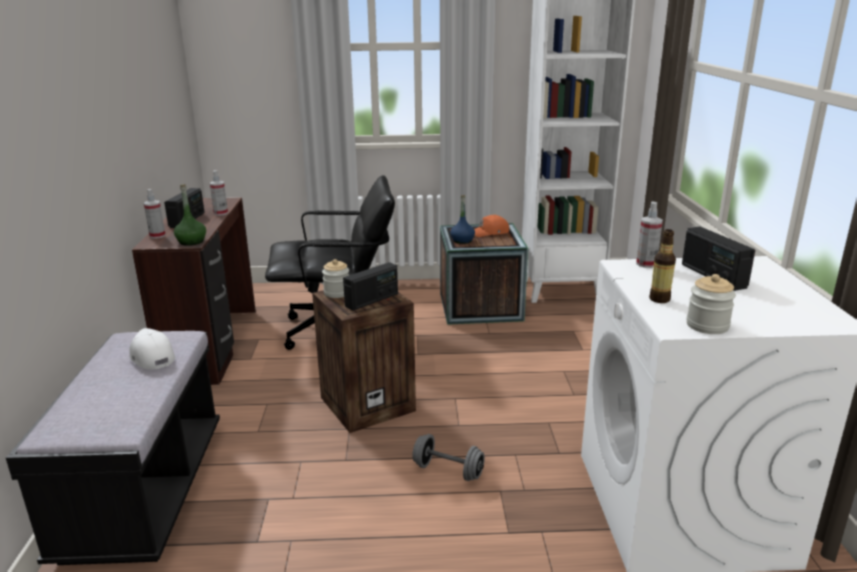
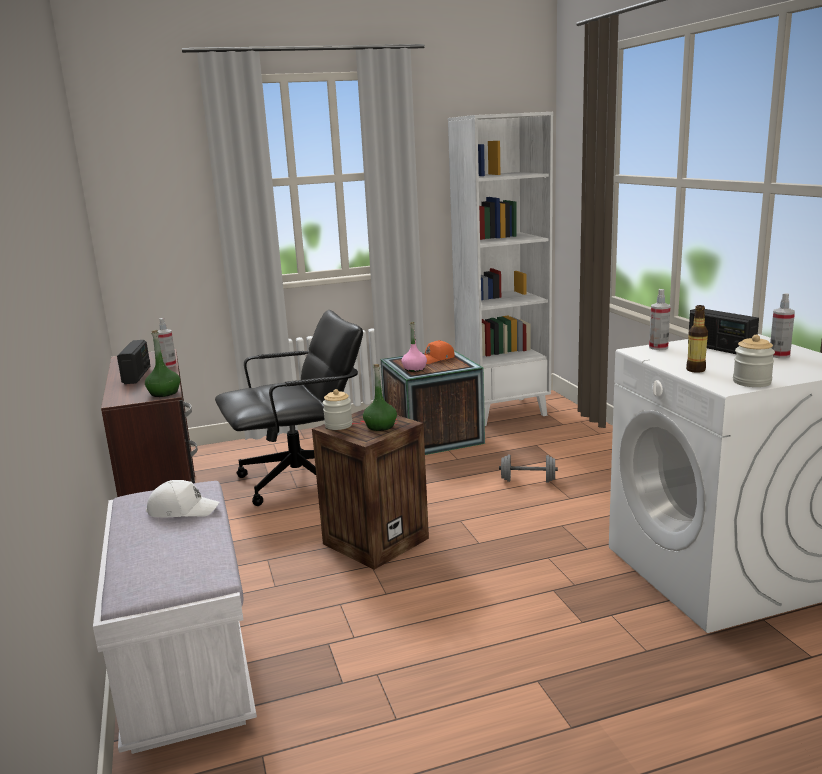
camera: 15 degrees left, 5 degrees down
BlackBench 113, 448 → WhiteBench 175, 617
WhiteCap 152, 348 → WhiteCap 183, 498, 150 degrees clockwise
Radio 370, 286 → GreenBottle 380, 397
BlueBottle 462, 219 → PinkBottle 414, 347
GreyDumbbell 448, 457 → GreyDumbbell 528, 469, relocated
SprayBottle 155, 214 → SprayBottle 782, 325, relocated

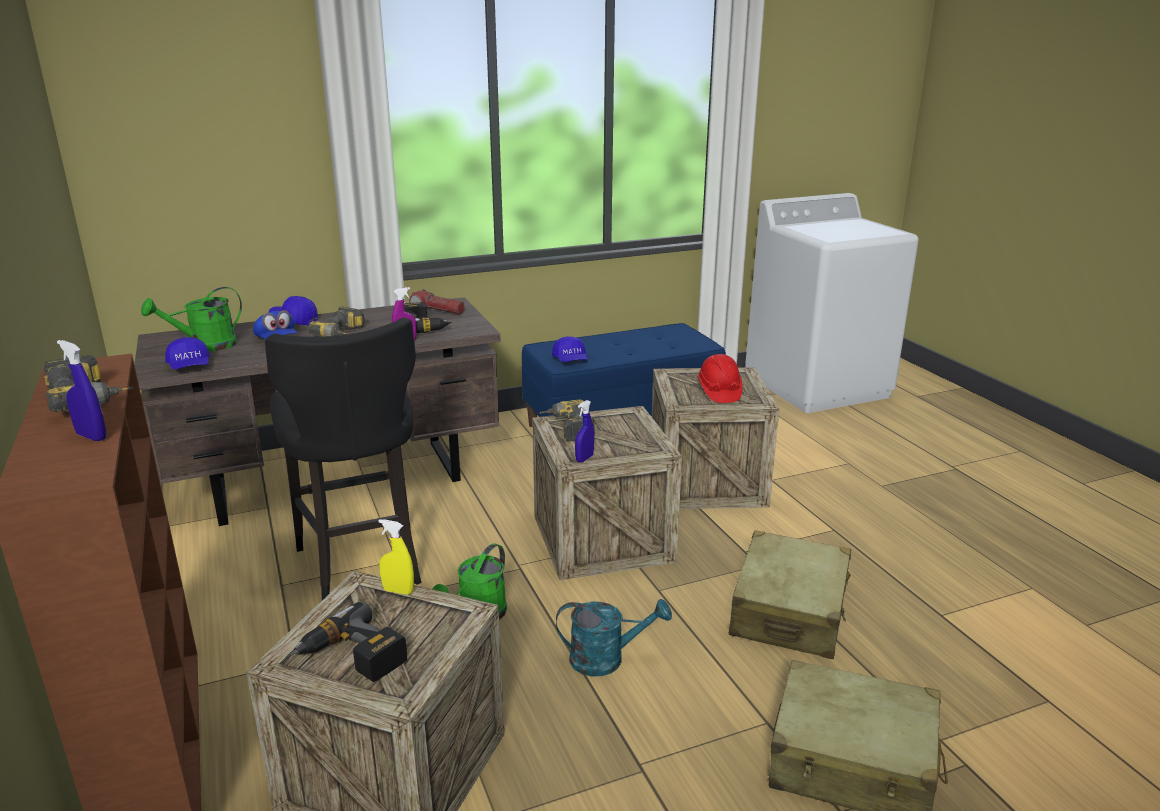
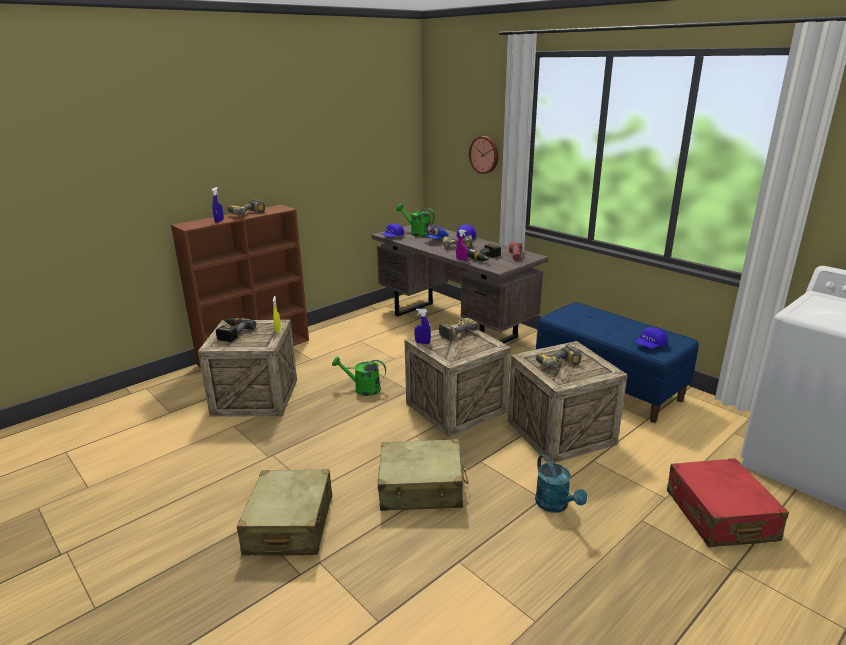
camera: 70 degrees right, 0 degrees up
- → WallClock 484, 155
TurquoiseWateringCan 614, 637 → TurquoiseWateringCan 561, 483, relocated
RedHardHat 719, 378 → PowerDrill 558, 357
BlueCap 569, 349 → BlueCap 650, 337, relocated
- → RedSuitcase 728, 502
BlackStool 343, 459 → -

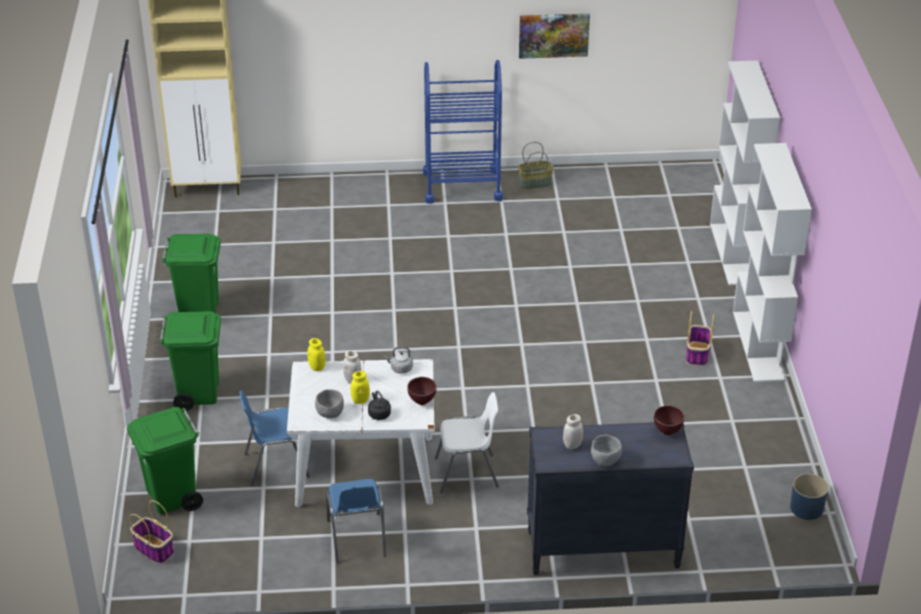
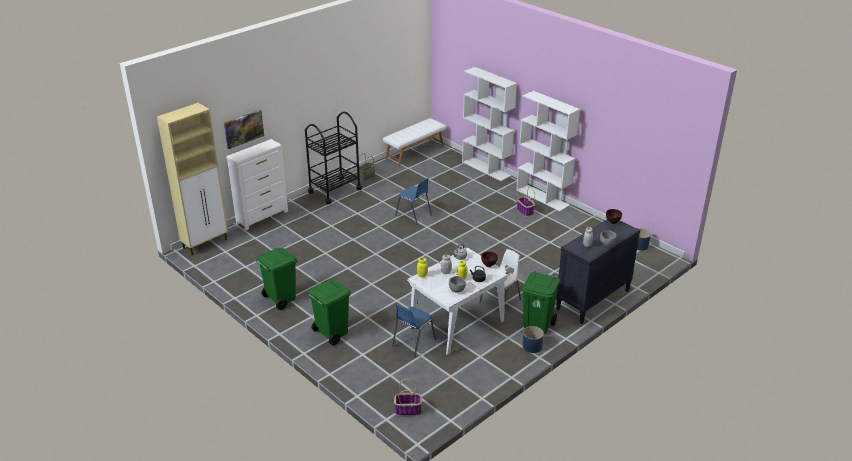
camera: 40 degrees left, 5 degrees down
Picture 554, 36 → Picture 244, 129, relocated
- → WhiteDresser 257, 184
BlueCart 463, 132 → BlackCart 333, 158
- → WhiteBench 414, 142
BlueChair 356, 521 → BlueChair 413, 201, relocated
GreenTrashCan 165, 460 → GreenTrashCan 541, 302, relocated
- → BluePlanter 533, 339

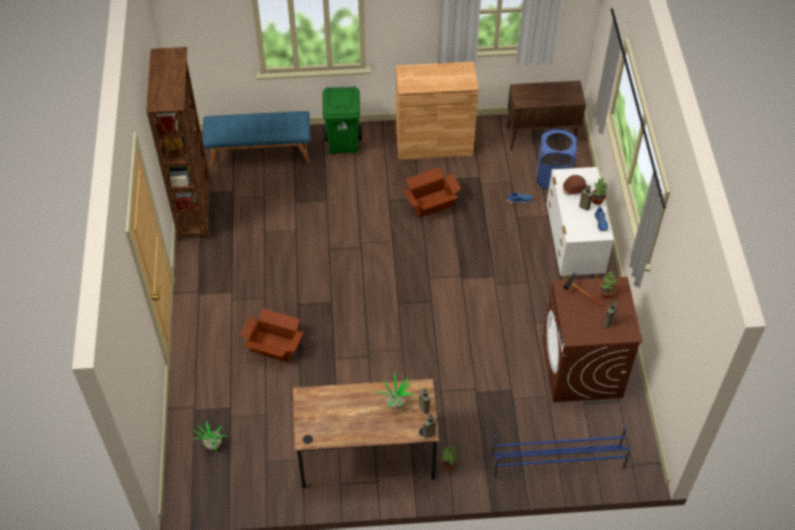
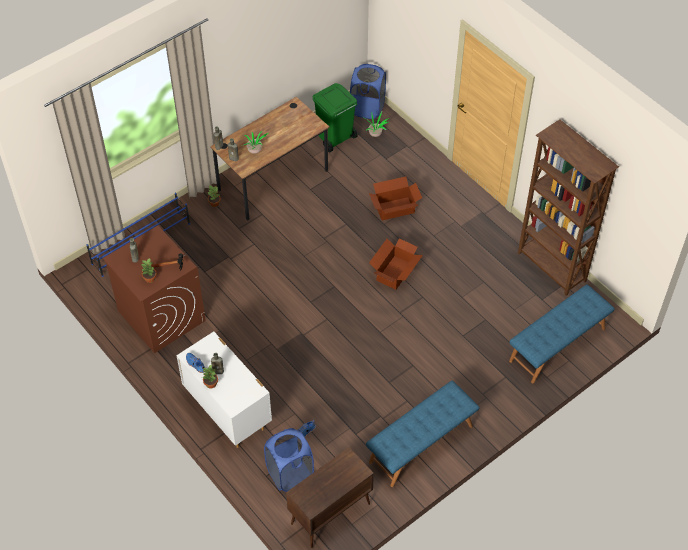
camera: 145 degrees right, 0 degrees up
GreenTrashCan 342, 120 → GreenTrashCan 335, 117, relocated
- → BlueLaundryBasket 368, 91
BrownCabinet 437, 110 → BlueBench 422, 434
CardboardBox 432, 192 → CardboardBox 396, 264, relocated
BrownHardHat 575, 185 → -

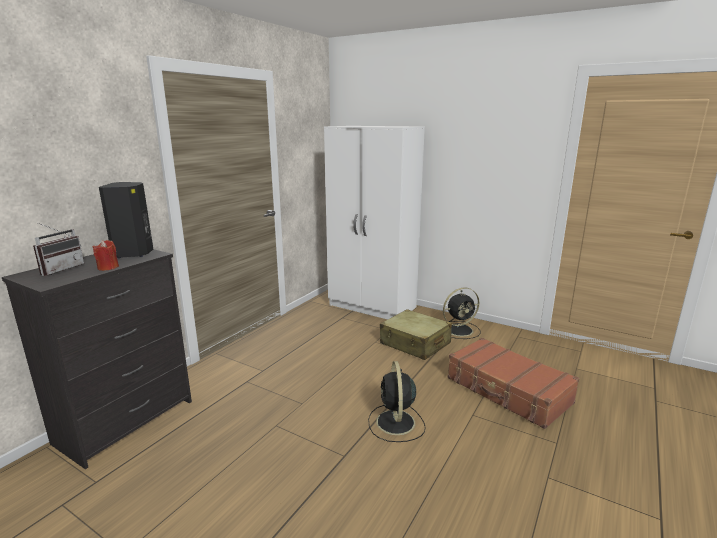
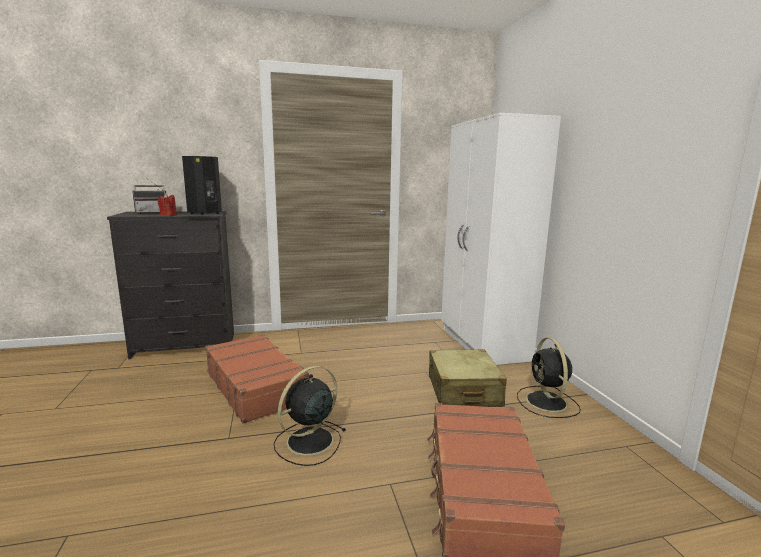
camera: 45 degrees right, 5 degrees down
- → BrownSuitcase 257, 379
BlackFan 462, 313 → BlackFan 549, 378, 60 degrees clockwise

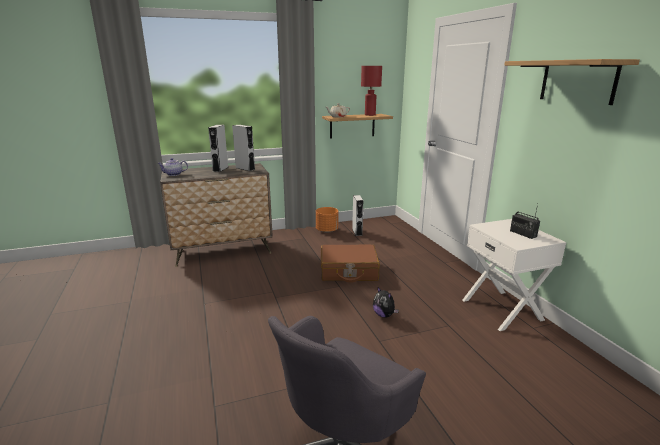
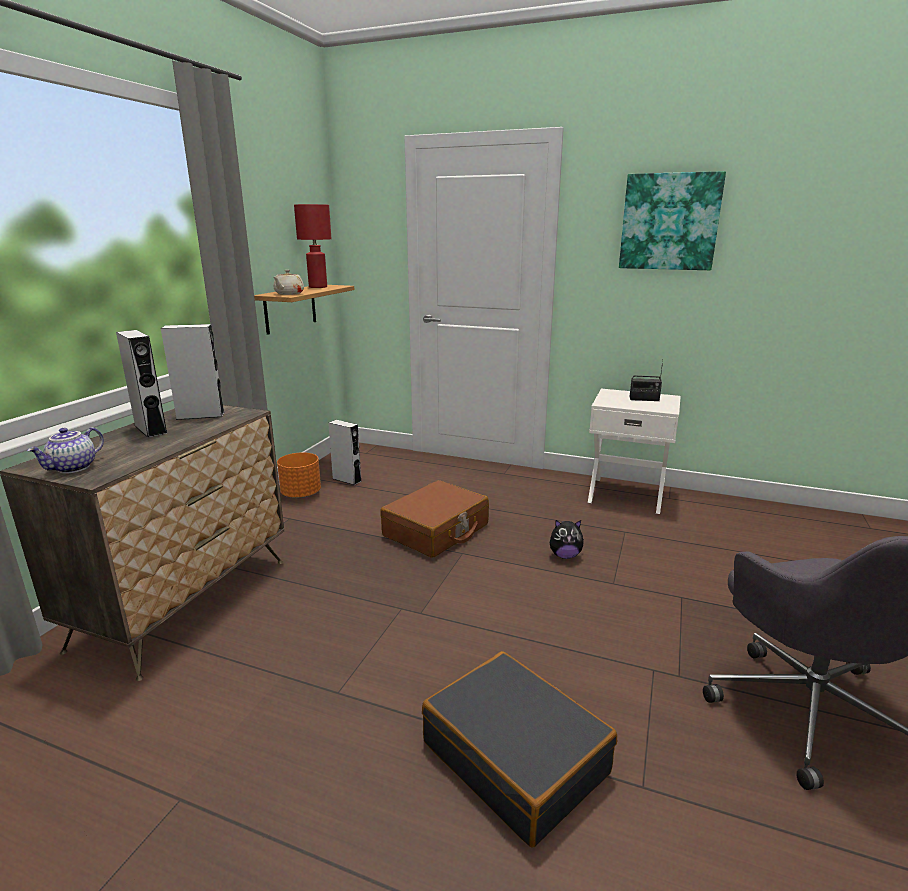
camera: 50 degrees left, 0 degrees up
- → BlackSuitcase 519, 749
Shelf 572, 82 → Picture 672, 220

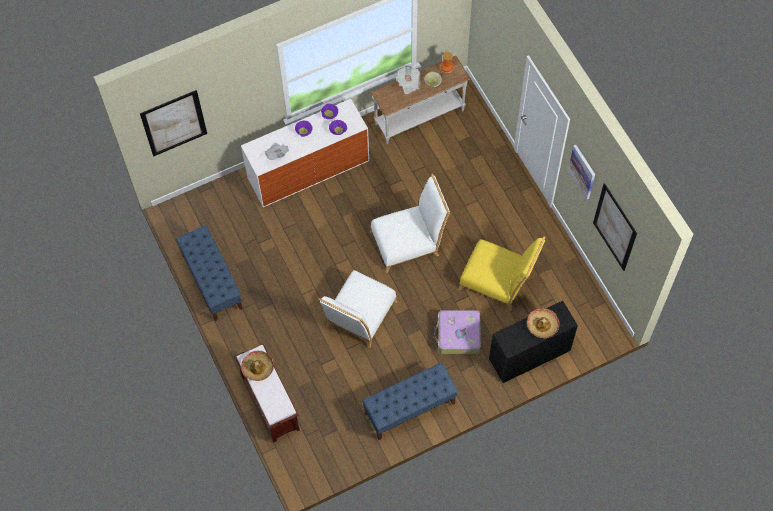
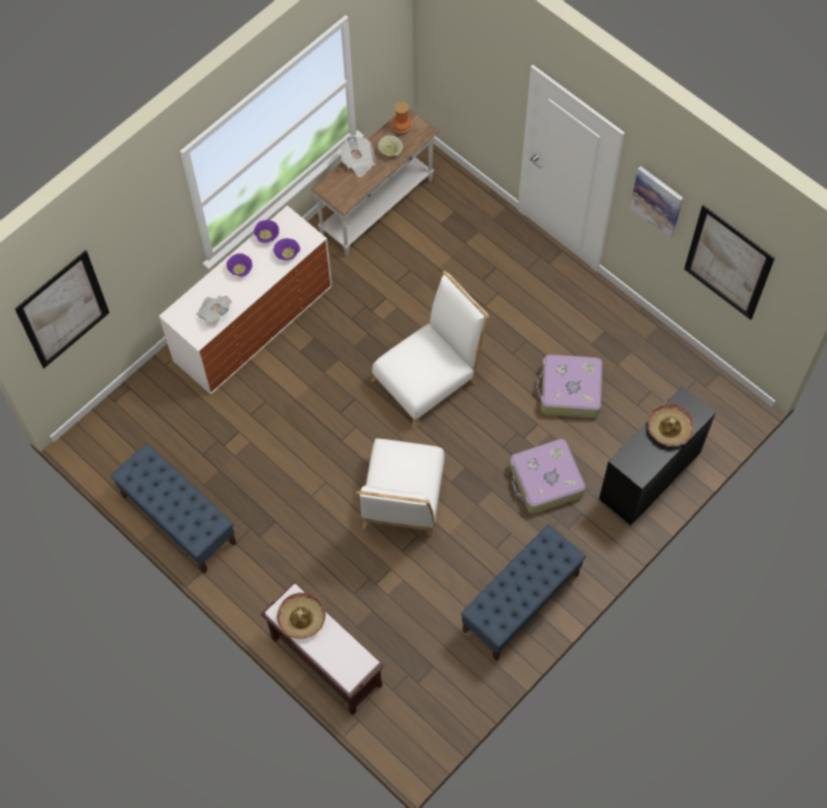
camera: 20 degrees left, 0 degrees up
YellowChair 501, 273 → Suitcase 568, 386

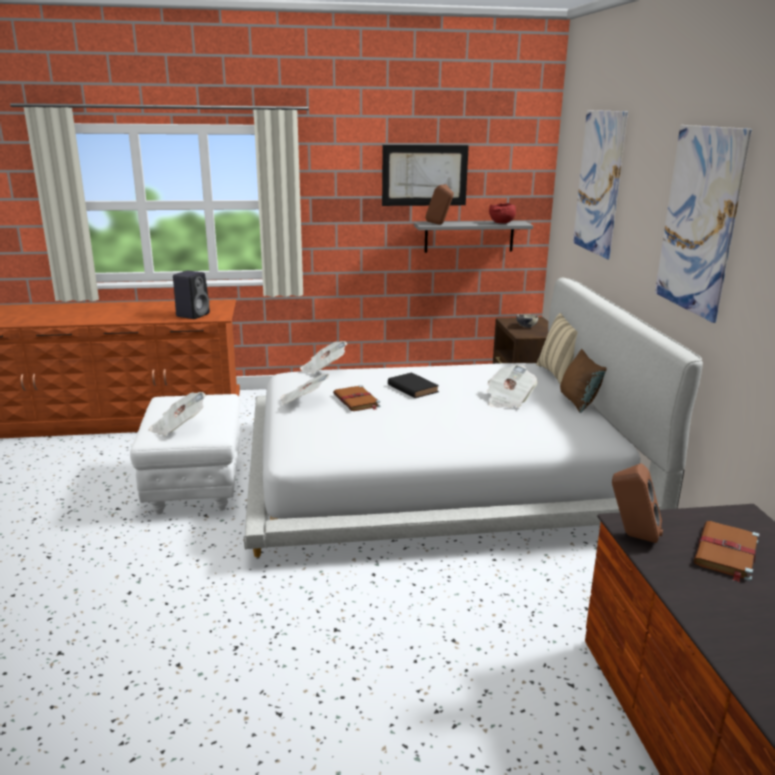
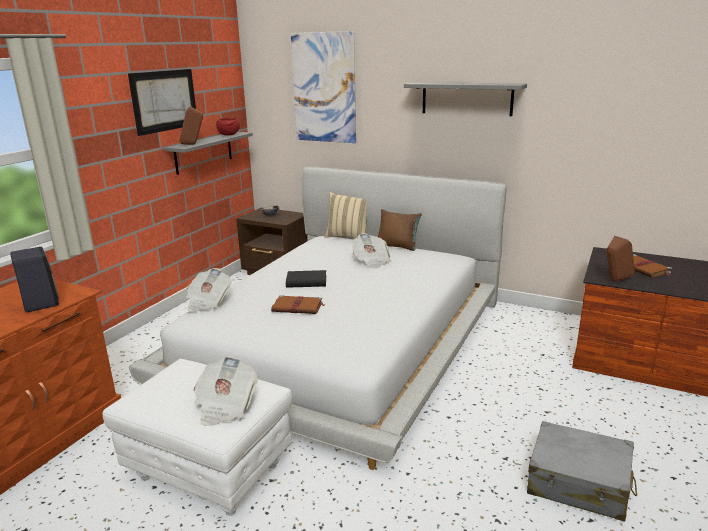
camera: 55 degrees left, 0 degrees up
Picture 703, 224 → GreyShelf 465, 99
- → GreySuitcase 582, 471
Newspaper 304, 389 → -

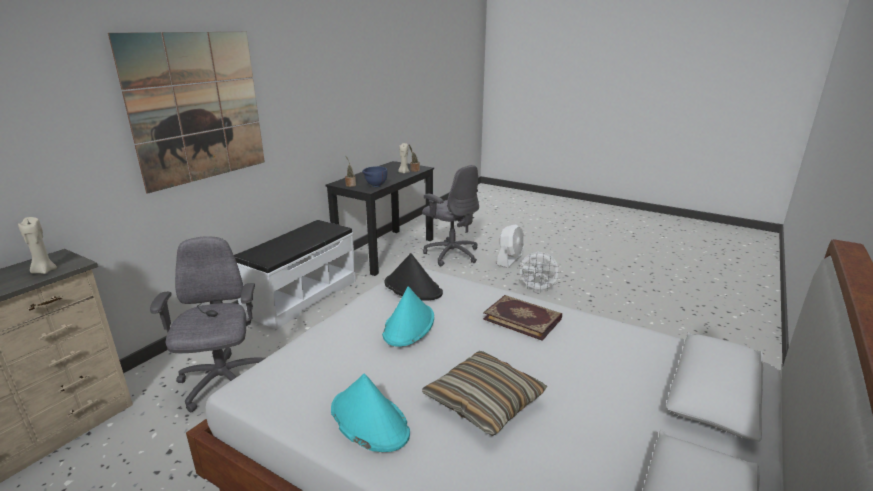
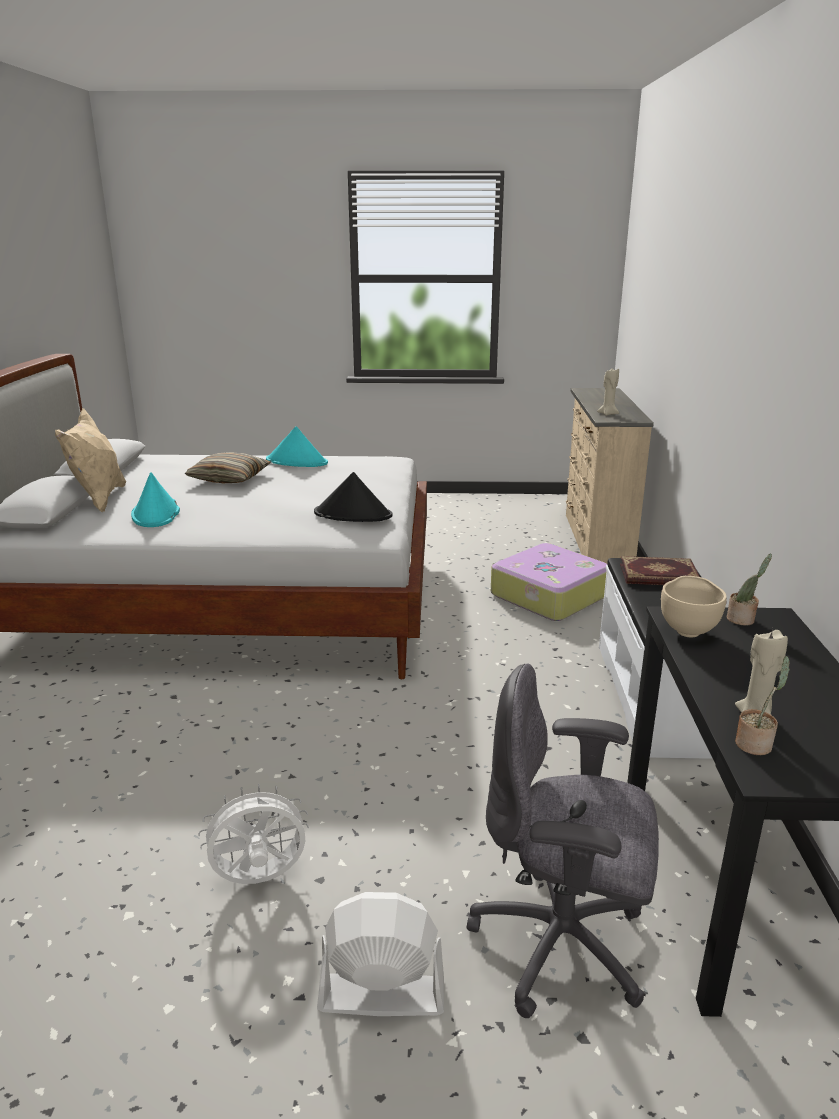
camera: 150 degrees right, 0 degrees up
- → BeigePillow 90, 460
TurquoiseHat 408, 316 → TurquoiseHat 155, 499, relocated
WhiteFan 510, 246 → WhiteFan 380, 954, 90 degrees clockwise
GreyOfficeChair 207, 324 → Suitcase 549, 582
Book 522, 318 → Book 660, 570, relocated
BlueBowl 374, 176 → BeigeBowl 694, 607
Picture 186, 113 → -

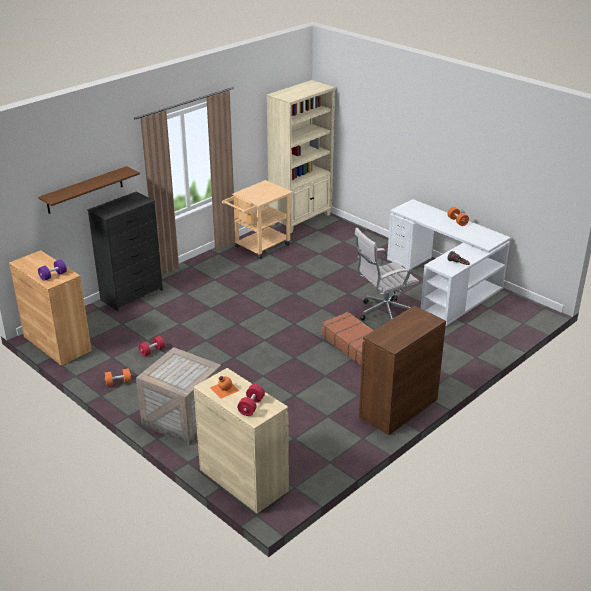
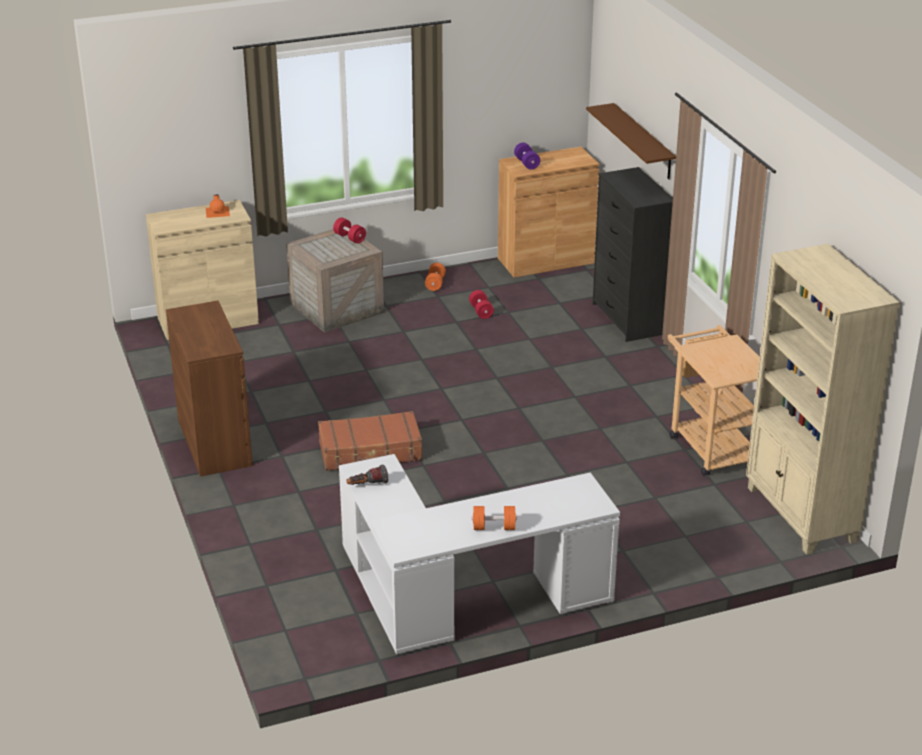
camera: 115 degrees right, 0 degrees up
RedDumbbell 251, 400 → RedDumbbell 349, 230, relocated
WhiteOfficeChair 387, 274 → -

